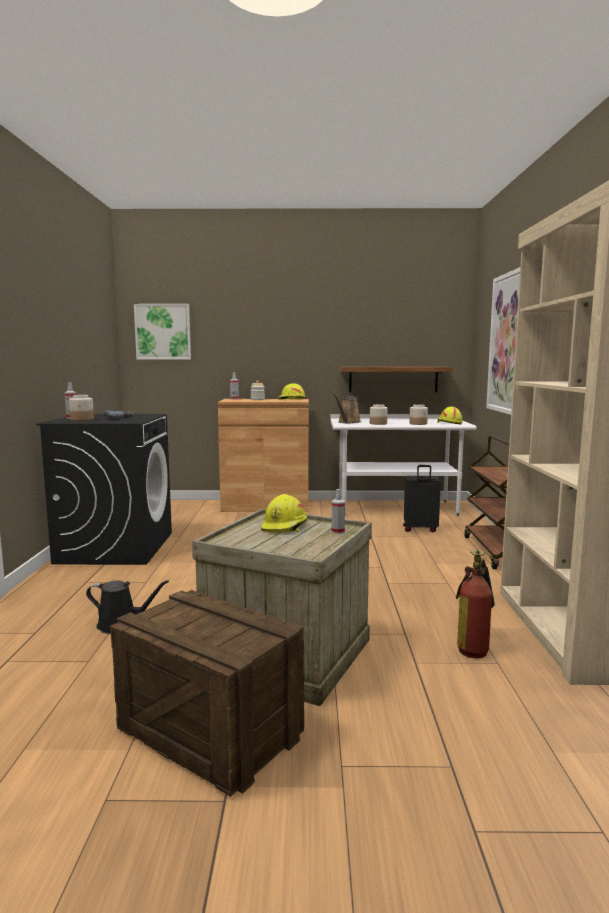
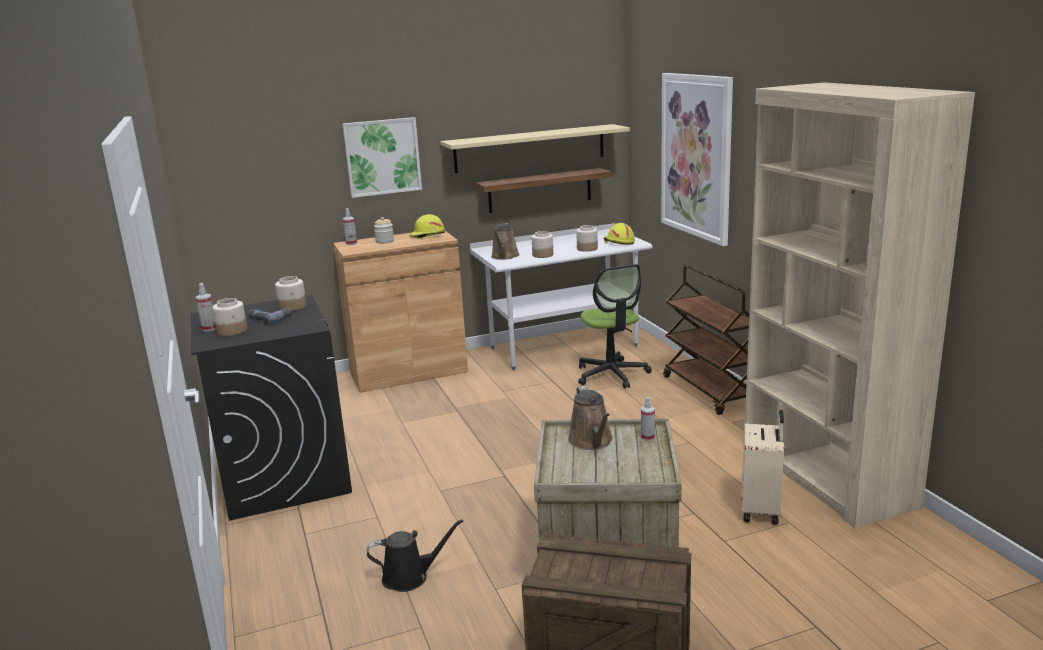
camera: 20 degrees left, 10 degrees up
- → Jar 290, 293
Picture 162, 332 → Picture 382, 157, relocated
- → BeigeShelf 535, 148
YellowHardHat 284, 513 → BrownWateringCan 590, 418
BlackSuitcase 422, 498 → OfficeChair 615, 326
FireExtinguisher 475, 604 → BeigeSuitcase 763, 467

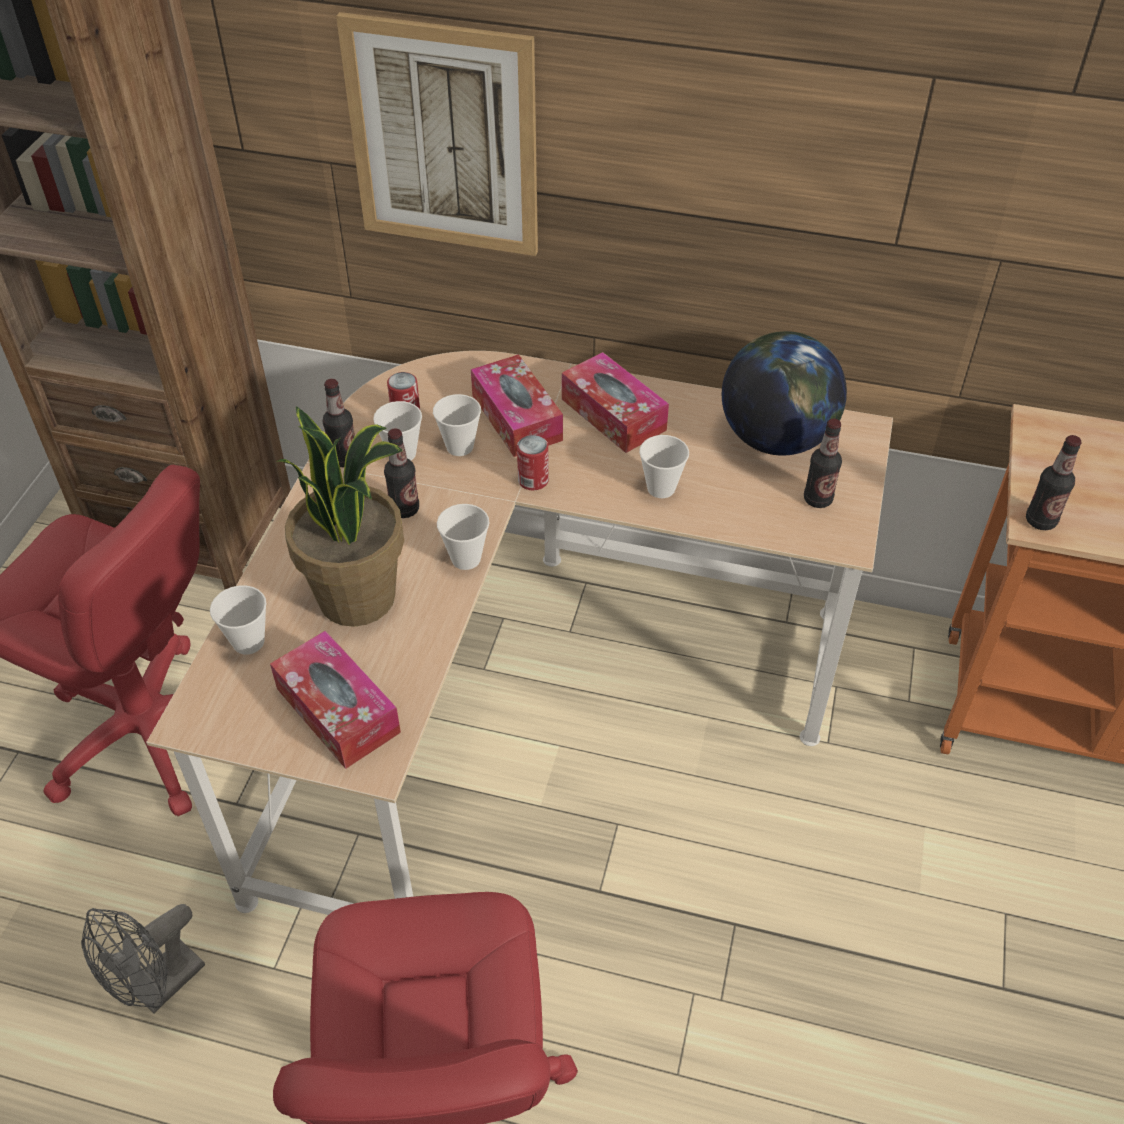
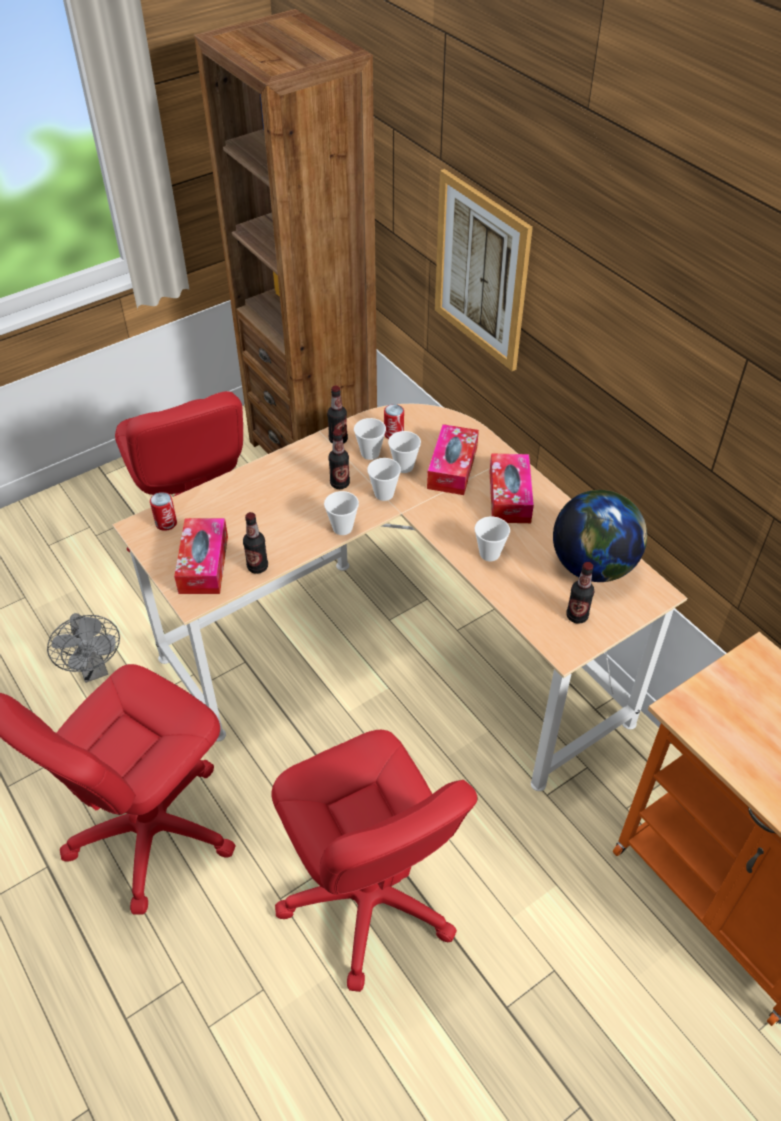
camera: 40 degrees right, 0 degrees up
GreyFan 143, 958 → GreyFan 83, 648, 105 degrees counterclockwise
Can 533, 462 → Can 163, 511, relocated
Bottle 1054, 482 → Bottle 255, 543, relocated
- → RedOfficeChair 374, 861
Cup 238, 620 → Cup 384, 479, relocated
PottedPlant 340, 516 → -

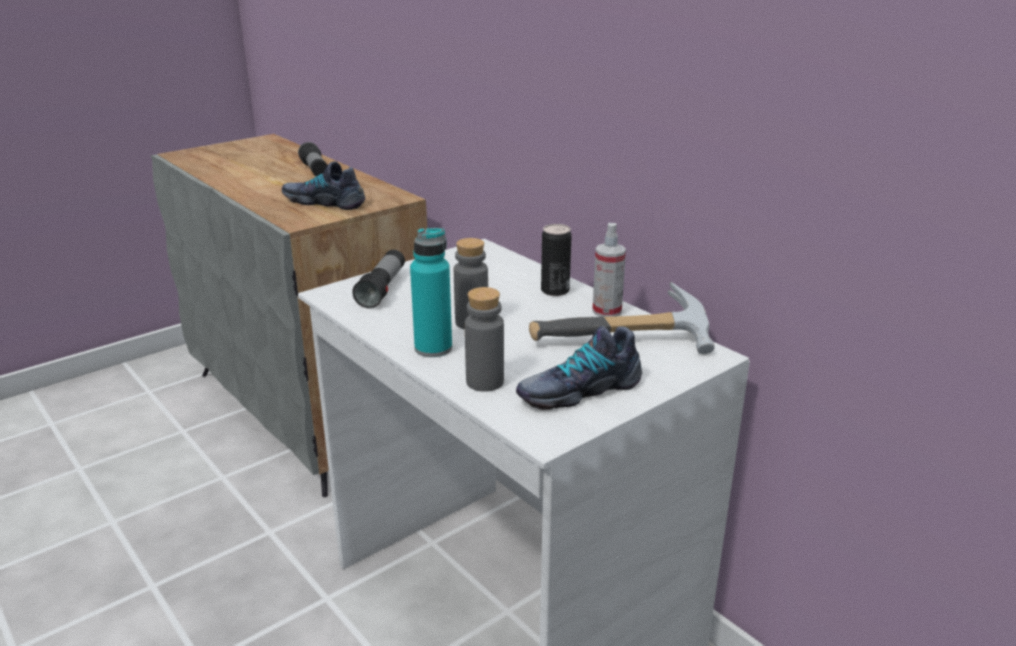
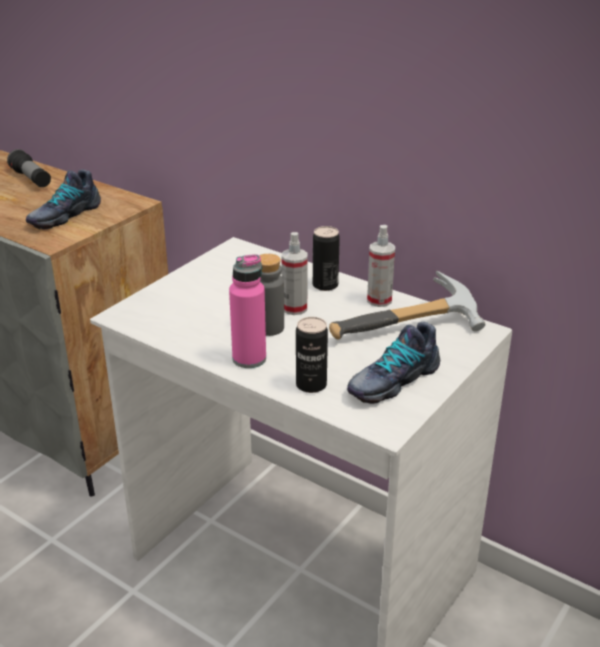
camera: 15 degrees left, 5 degrees up
Shoe 323, 185 → Shoe 63, 200, 60 degrees counterclockwise
TurquoiseBottle 431, 292 → PinkBottle 247, 311
- → SprayBottle 294, 273
GreyBottle 484, 339 → Can 312, 355
Flashlight 378, 279 → -

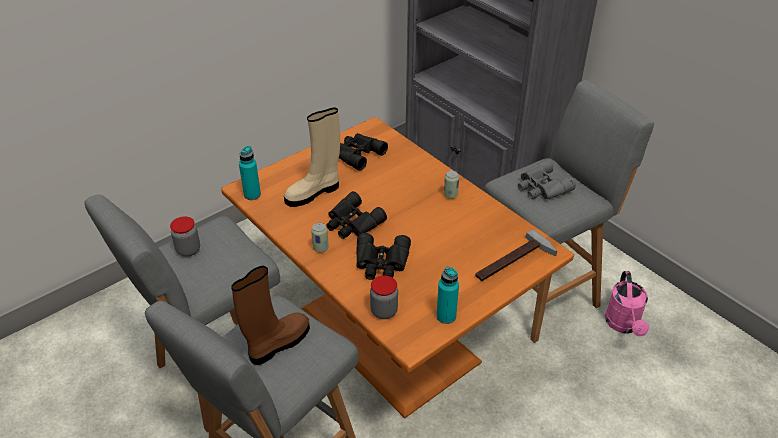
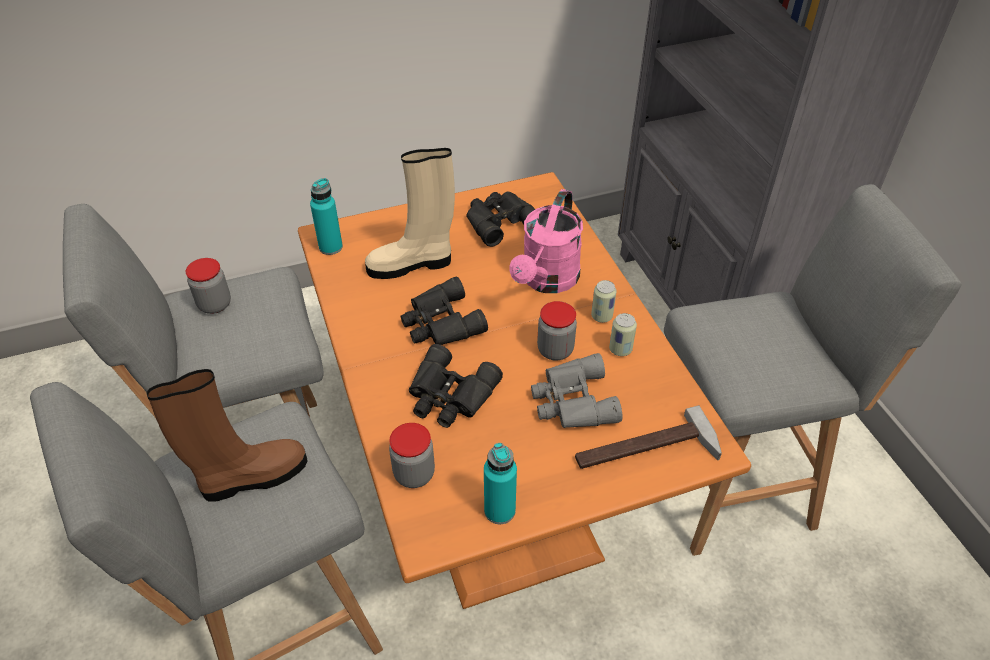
camera: 20 degrees right, 5 degrees up
PinkWateringCan 627, 303 → PinkWateringCan 546, 241, relocated
GreyBinoculars 547, 179 → GreyBinoculars 576, 390, relocated
- → Jar 557, 331
Can 320, 237 → Can 623, 334, relocated

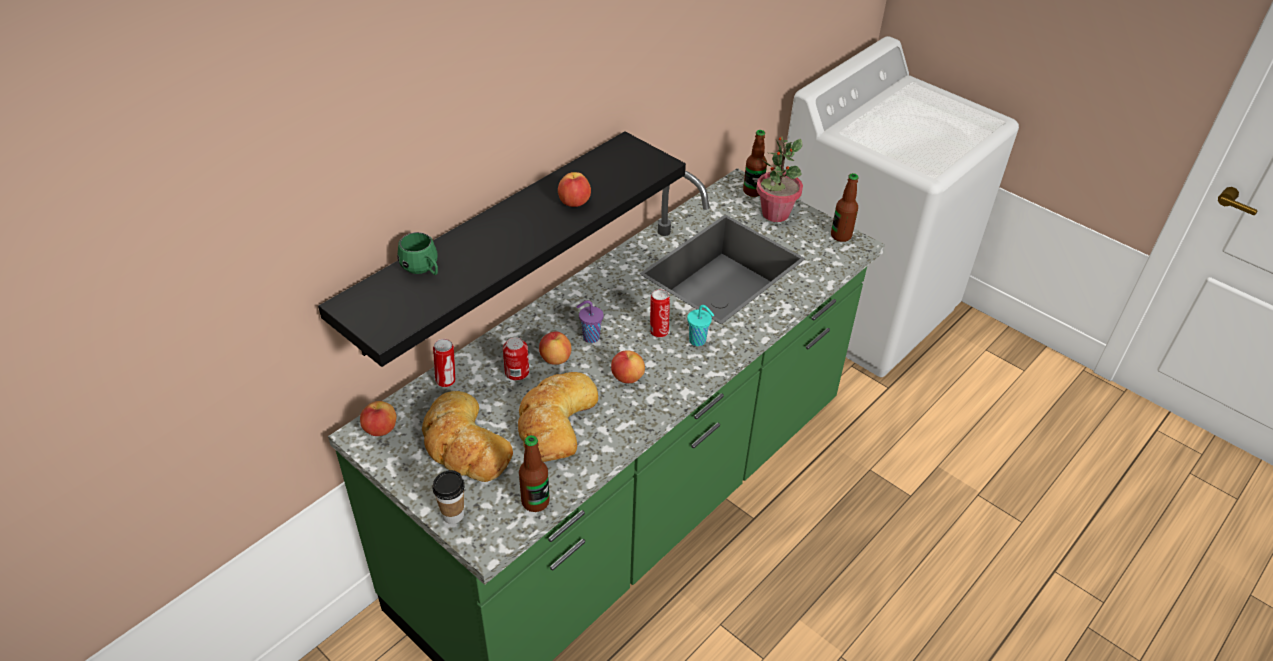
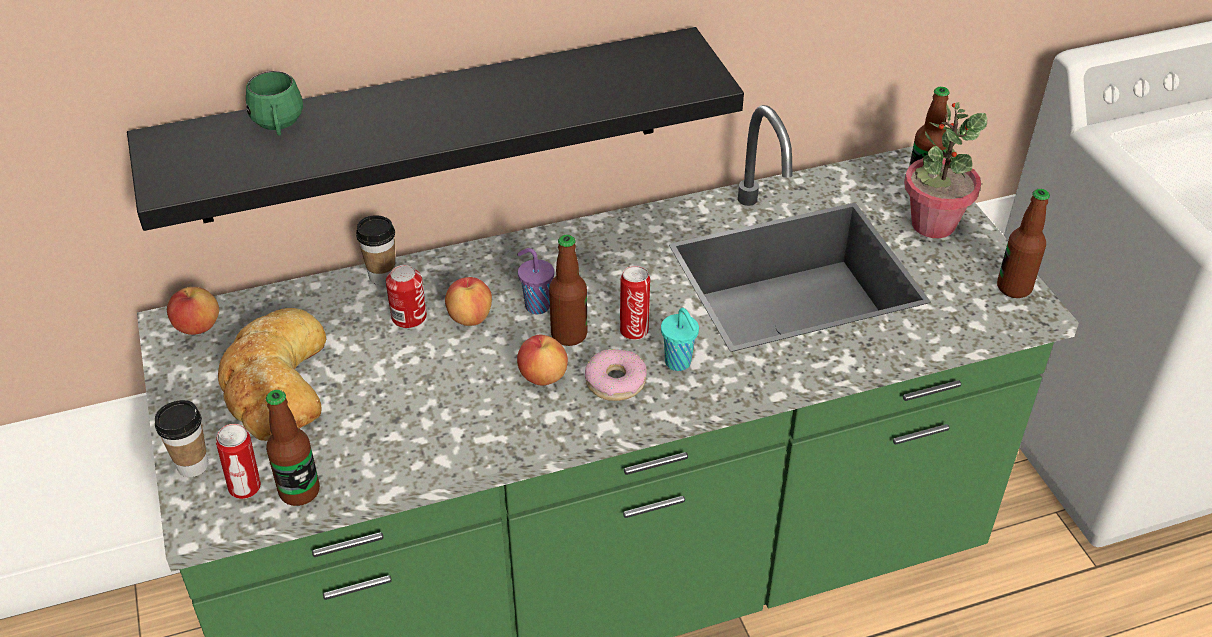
camera: 30 degrees right, 0 degrees up
Can 444, 363 → Can 238, 461, relocated
- → Cup 375, 250
- → Bottle 568, 290
- → Donut 616, 375
Bread 558, 417 → -
Apple 574, 189 → -

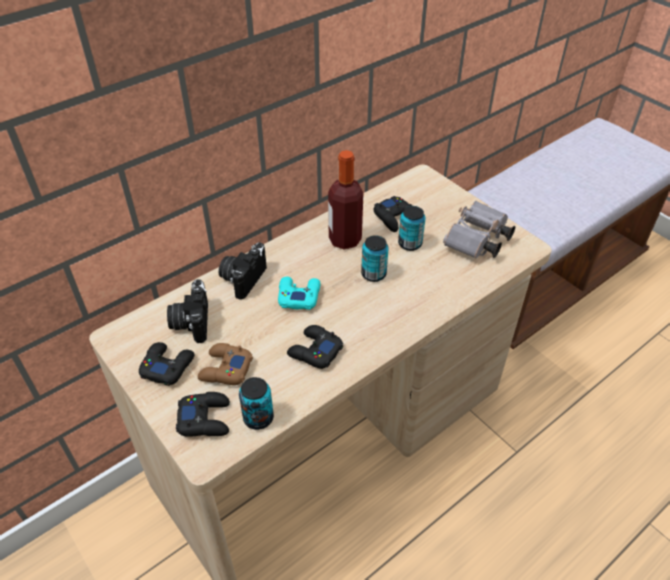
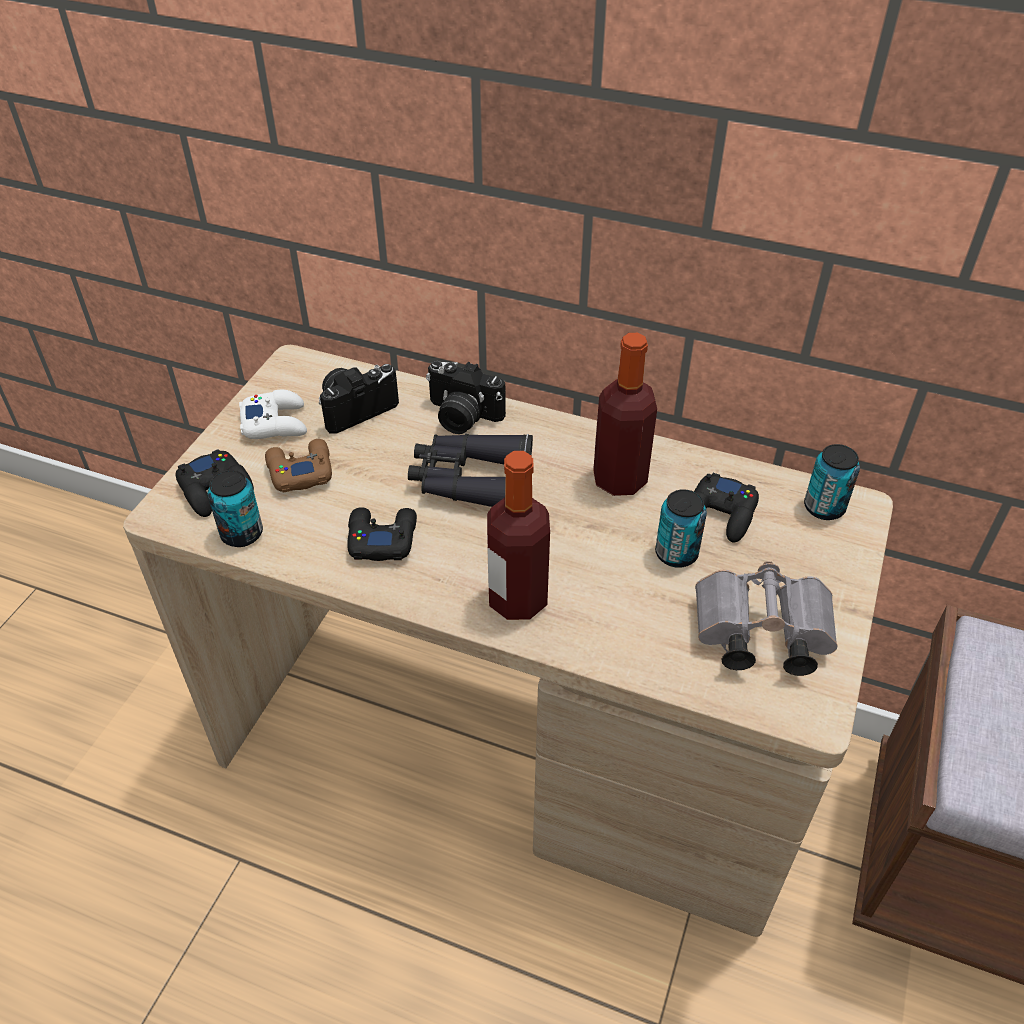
camera: 60 degrees right, 0 degrees up
BlackGameController 167, 364 → WhiteGameController 273, 414
TurquoiseGameController 299, 293 → BlackBinoculars 470, 470
PhotoCamera 243, 271 → PhotoCamera 466, 397, 150 degrees counterclockwise
- → Bottle 518, 535
Can 375, 258 → Can 832, 482, relocated

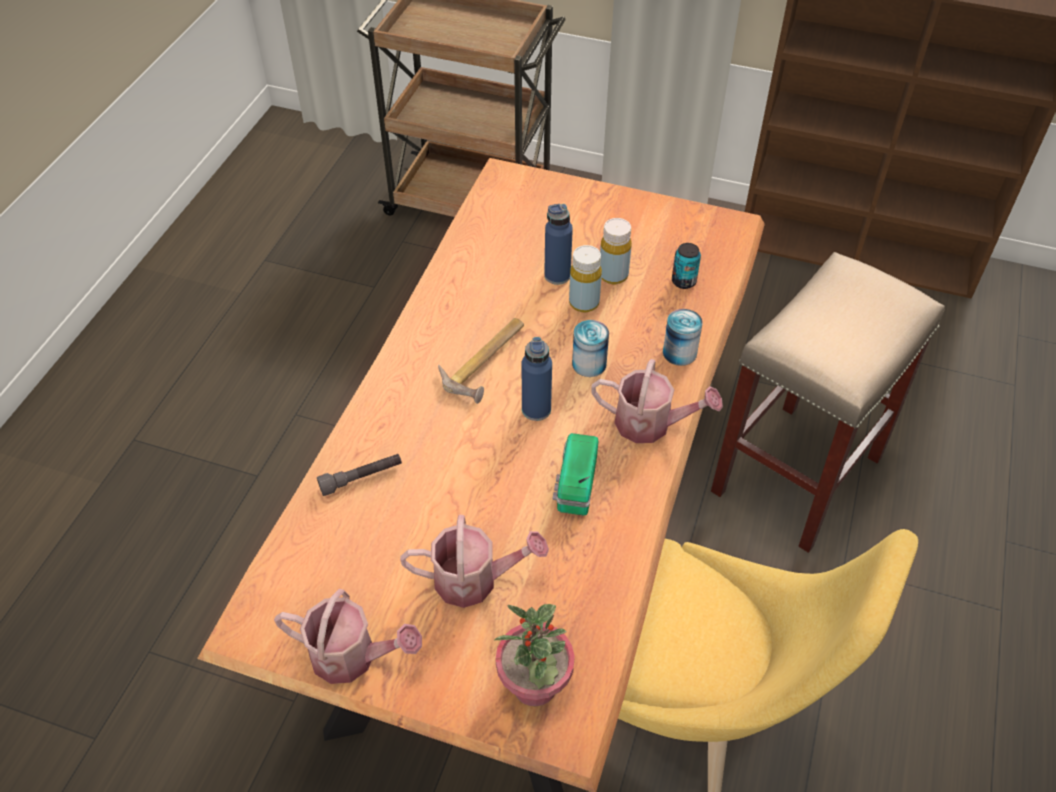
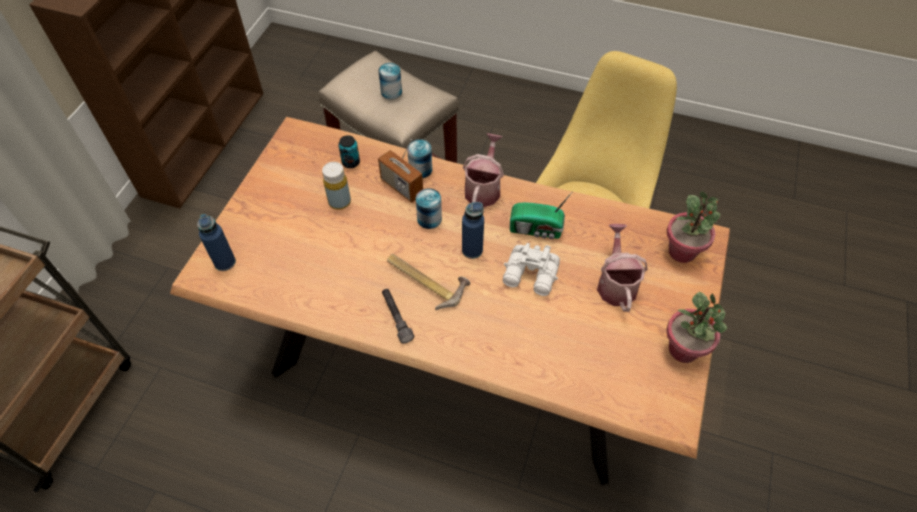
camera: 90 degrees left, 5 degrees up
BlueBottle 558, 244 → BlueBottle 216, 242, relocated
- → Can 390, 81
- → Radio 400, 171
GreyFlashlight 359, 475 → GreyFlashlight 398, 316, relocated
- → WhiteBinoculars 531, 269
WateringCan 348, 636 → PottedPlant 696, 327
YellowBottle 585, 278 → -

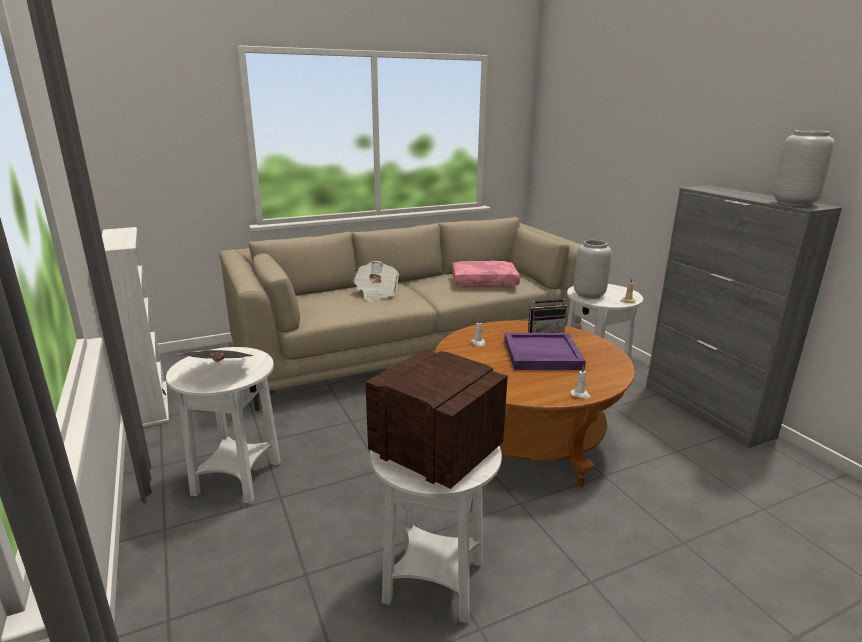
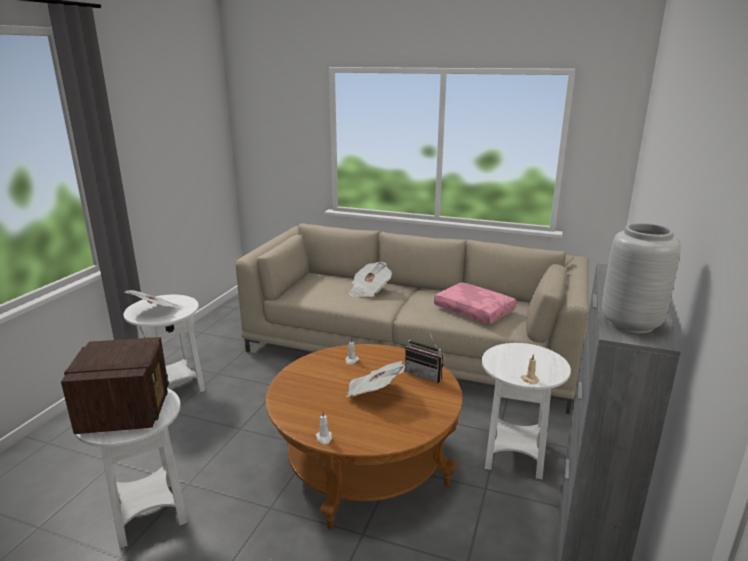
camera: 45 degrees right, 0 degrees up
PurpleTray 545, 351 → Newspaper 375, 379
WhiteBookcase 135, 327 → -
GreyVase 593, 269 → -

